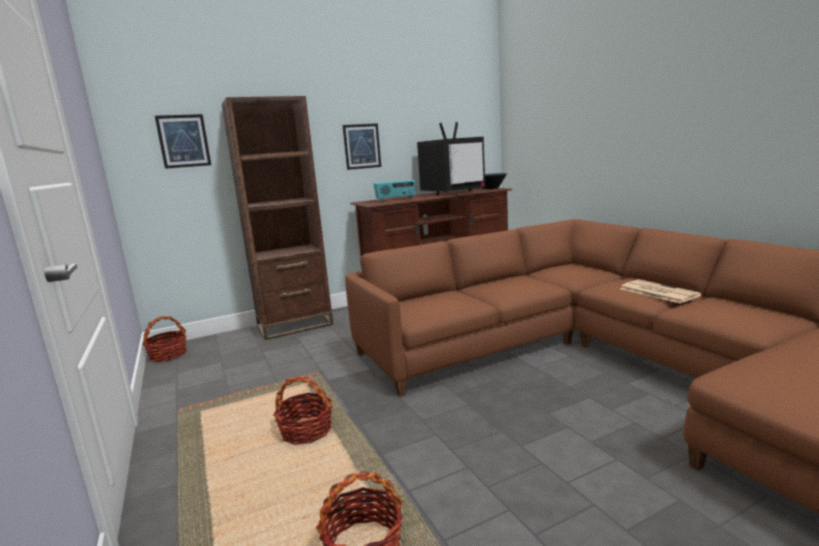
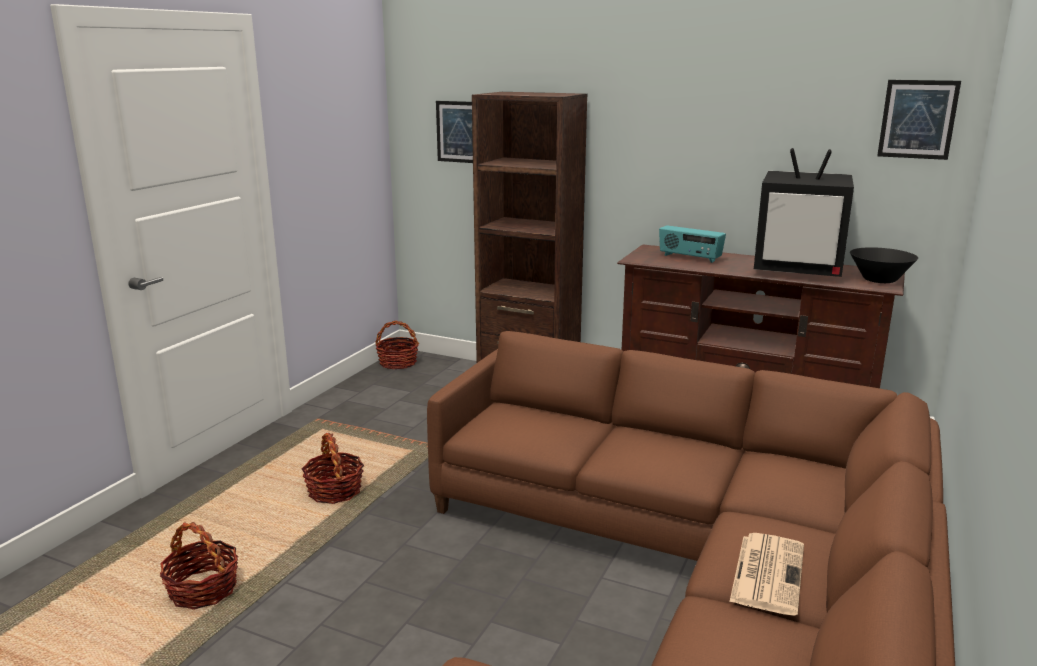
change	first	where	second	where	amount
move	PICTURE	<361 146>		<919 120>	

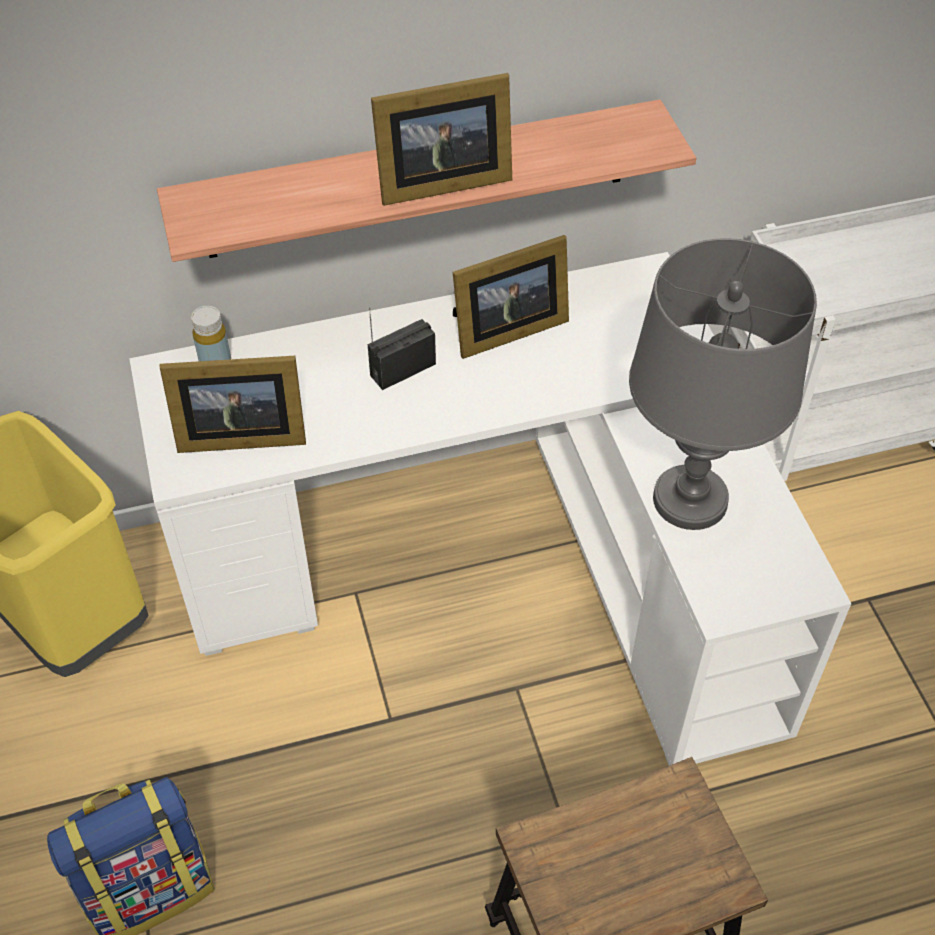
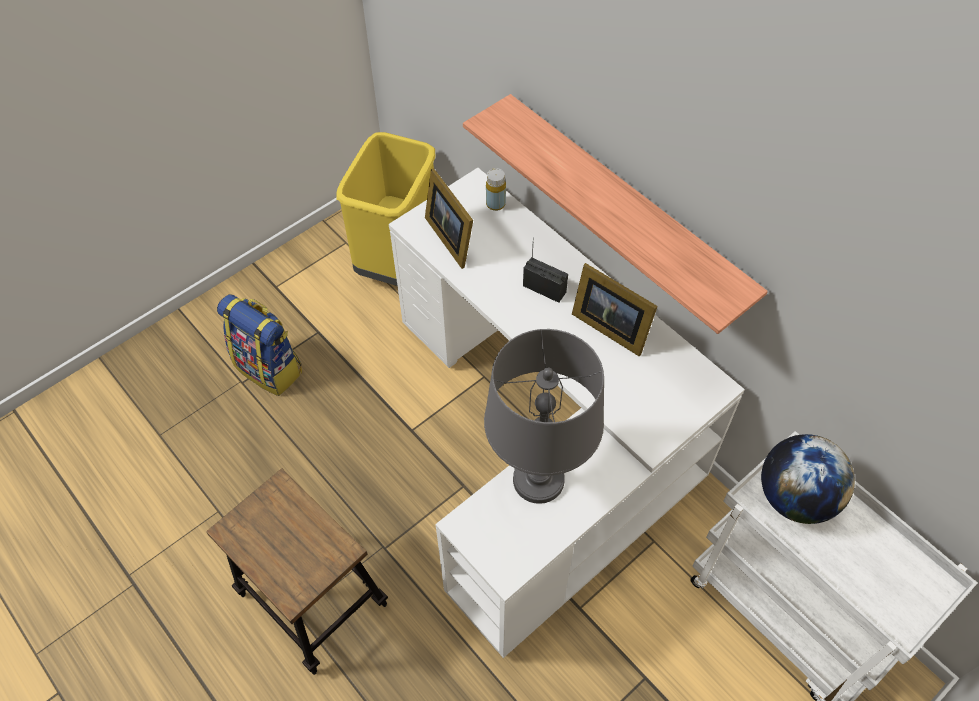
change	first	where	second	where	amount
delete	PICTURE FRAME	<441 139>			
insert			GLOBE	<808 479>	

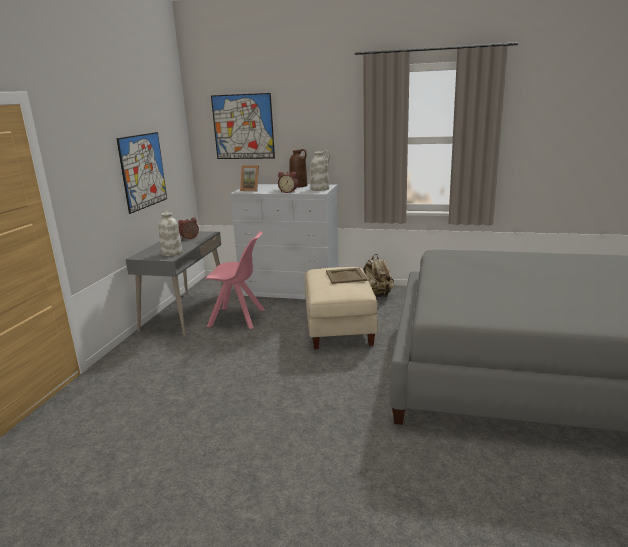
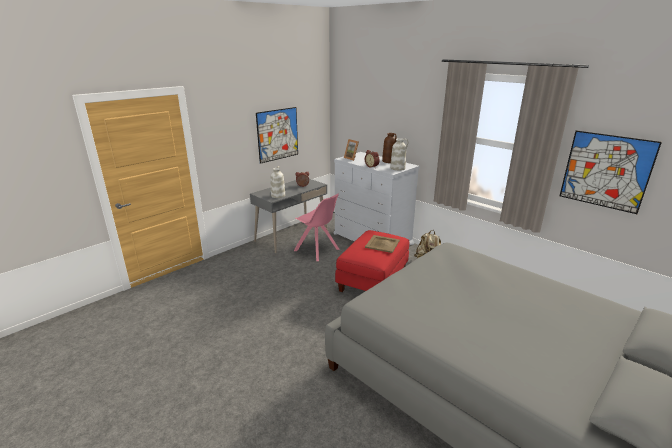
change	first	where	second	where	amount
move	PICTURE	<243 126>		<611 172>	
recolor	BEIGE OTTOMAN	<341 308>	RED OTTOMAN	<372 261>	

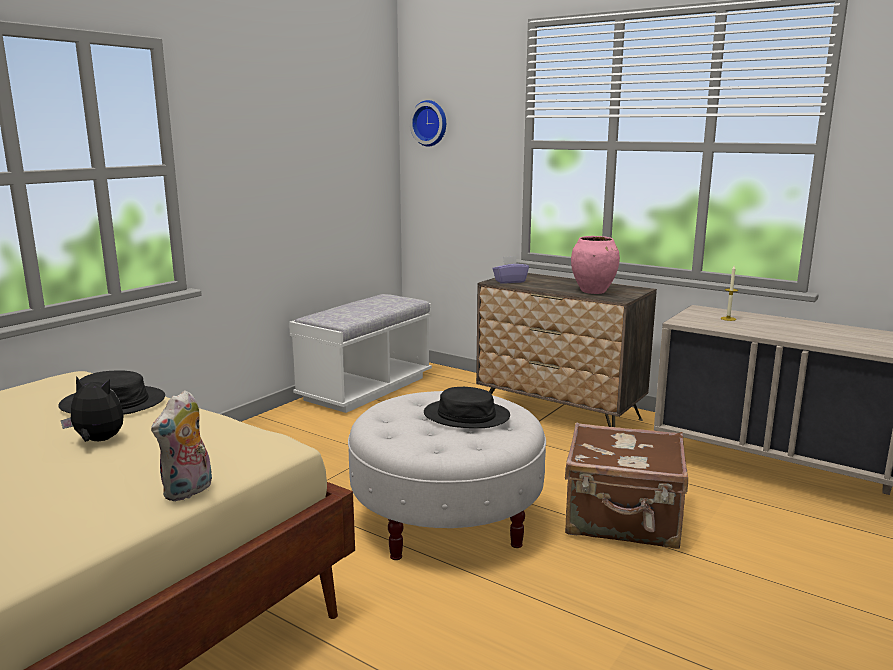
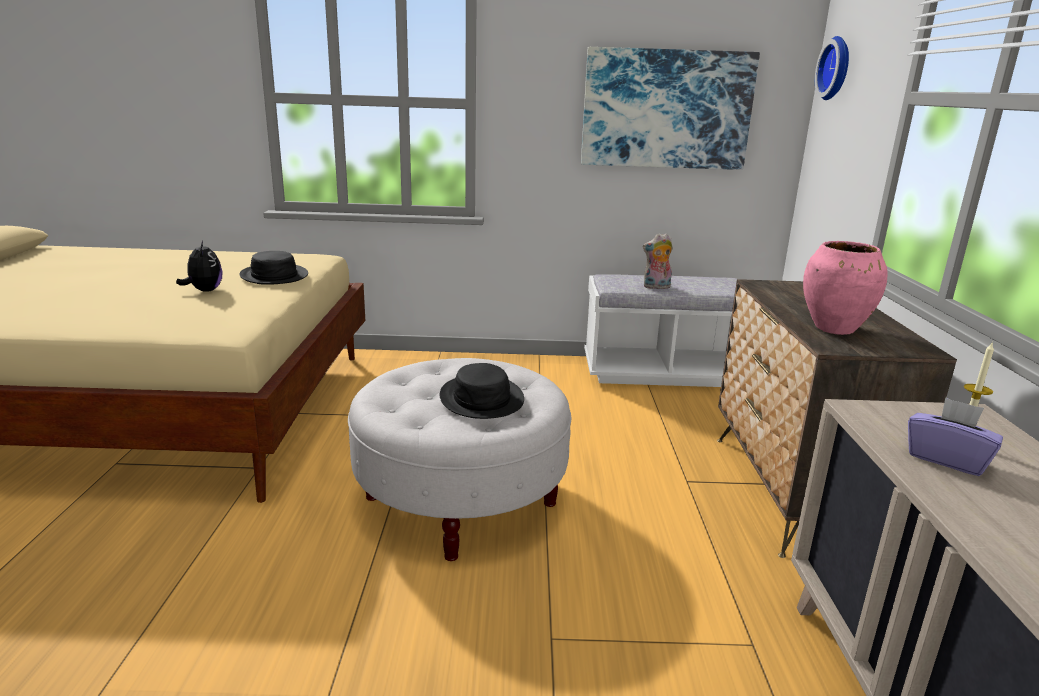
change	first	where	second	where	amount
move	PLUSH TOY	<181 445>		<658 261>	
move	PURPLE TISSUE BOX	<510 270>		<955 436>	
delete	BROWN SUITCASE	<626 486>			
insert			PICTURE	<670 108>	

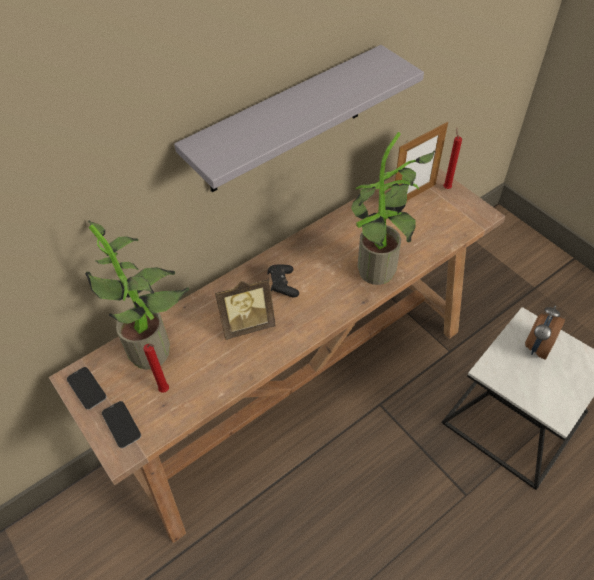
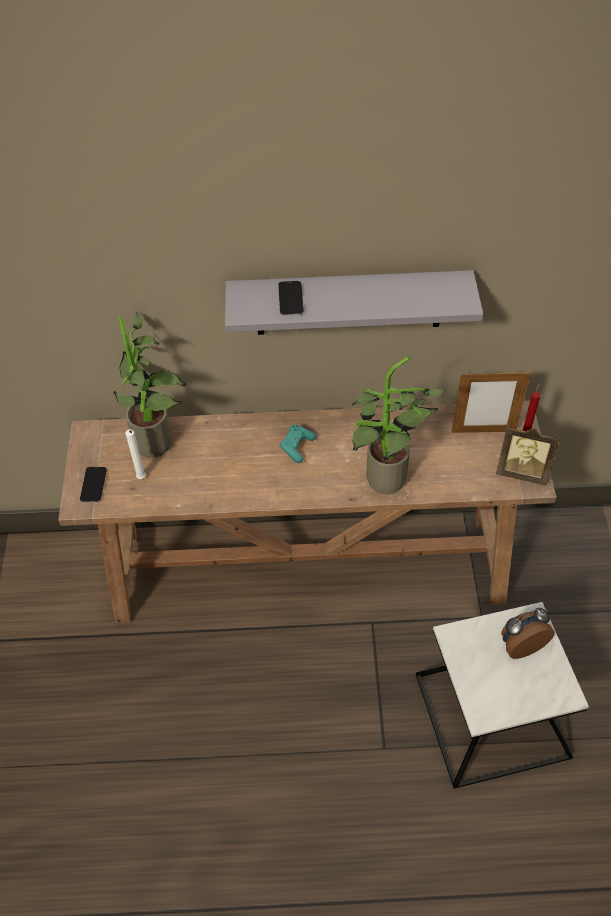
change	first	where	second	where	amount
move	PHONE	<87 388>		<291 298>	
recolor	RED CANDLE	<156 368>	WHITE CANDLE	<136 454>	
move	PICTURE FRAME	<245 309>		<528 456>	
recolor	BLACK GAME CONTROLLER	<283 281>	TURQUOISE GAME CONTROLLER	<298 444>	

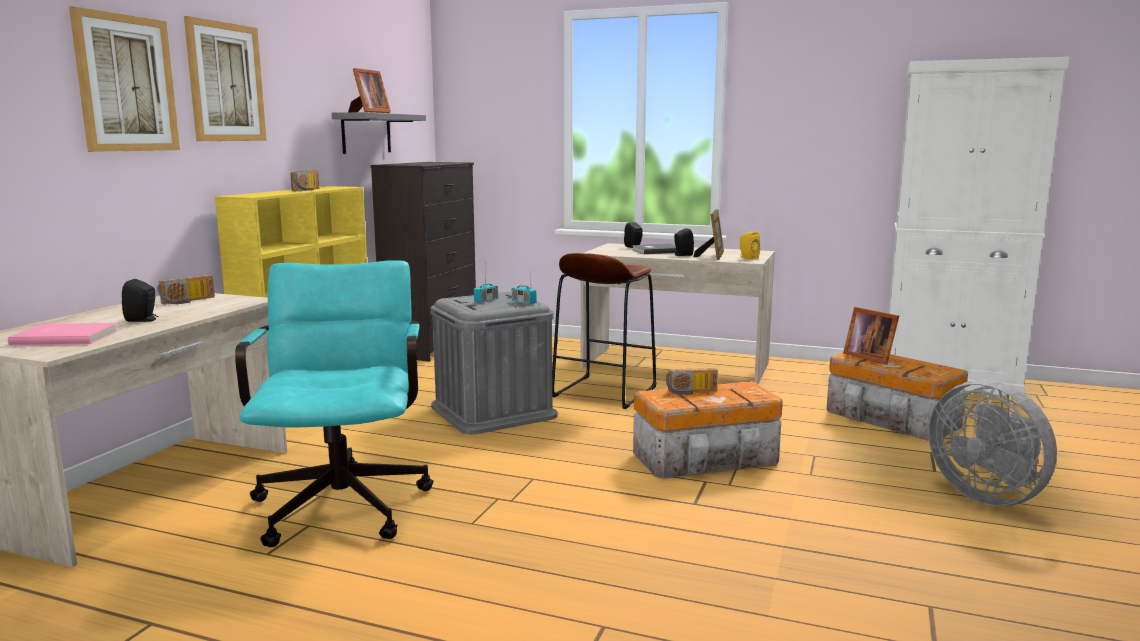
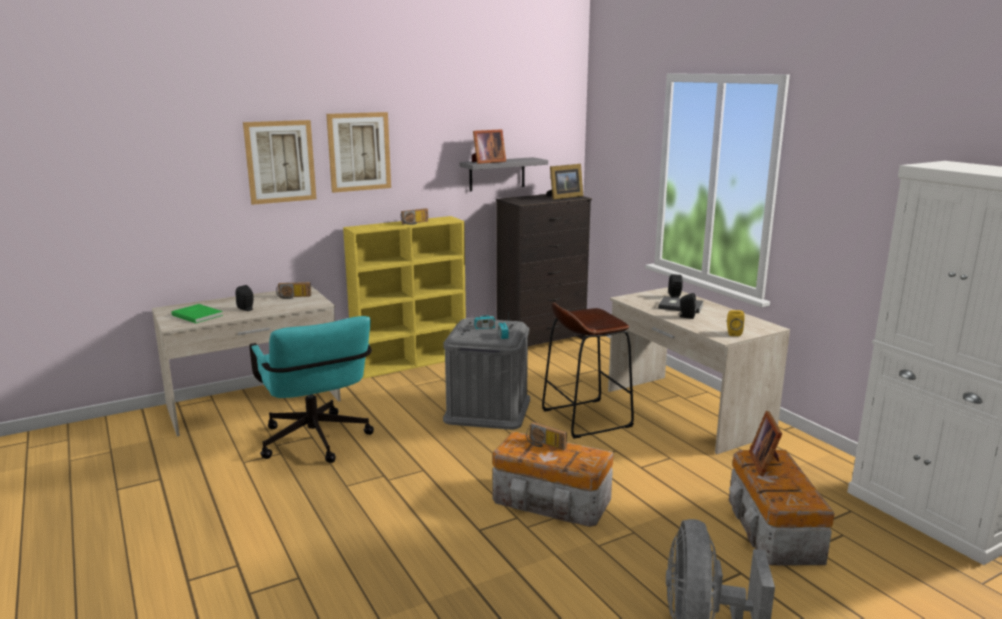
change	first	where	second	where	amount
recolor	PINK BOOK	<63 334>	GREEN BOOK	<197 313>	
rotate	TURQUOISE OFFICE CHAIR	<334 403>		<311 389>	120 degrees clockwise
move	PICTURE FRAME	<708 234>		<564 182>	

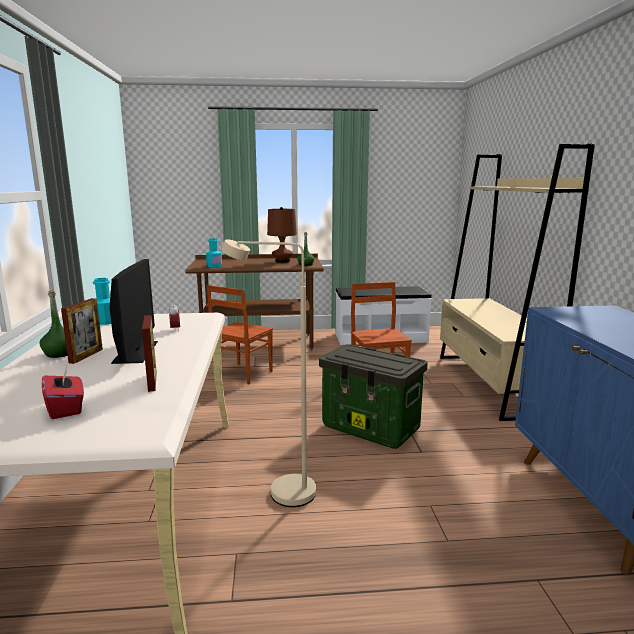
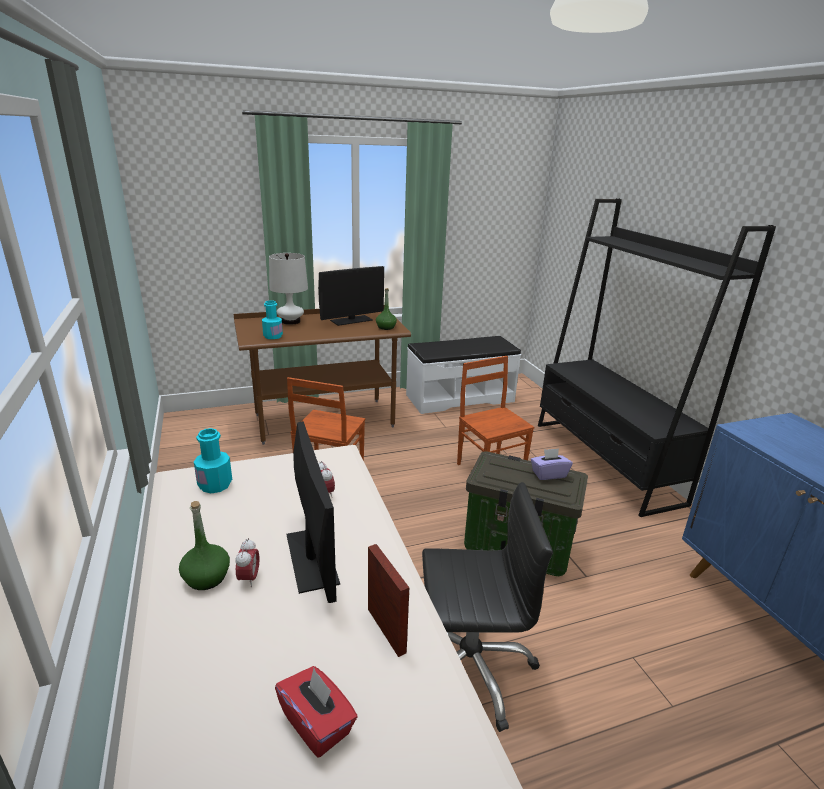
change	first	where	second	where	amount
replace	PICTURE FRAME	<82 331>	ALARM CLOCK	<248 562>	
replace	BEIGE FLOOR LAMP	<269 373>	BLACK OFFICE CHAIR	<487 607>	
replace	BROWN TABLE LAMP	<282 235>	MONITOR	<351 296>	
recolor	BEIGE BOOKCASE	<517 282>	BLACK BOOKCASE	<657 357>	
insert			WHITE TABLE LAMP	<288 289>	
insert			PURPLE TISSUE BOX	<551 464>	

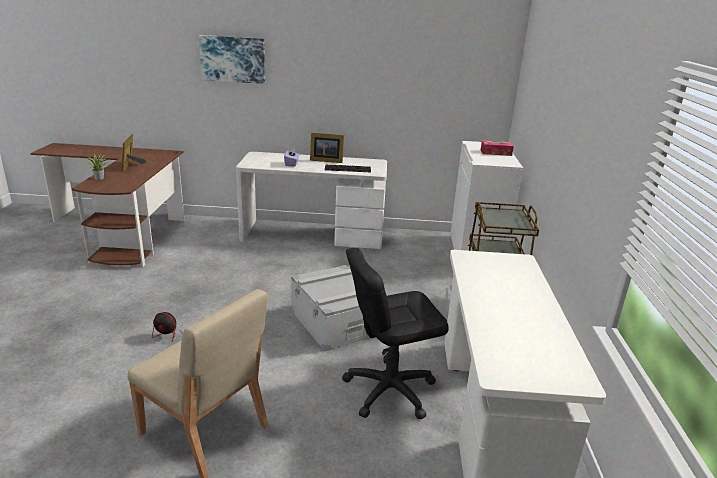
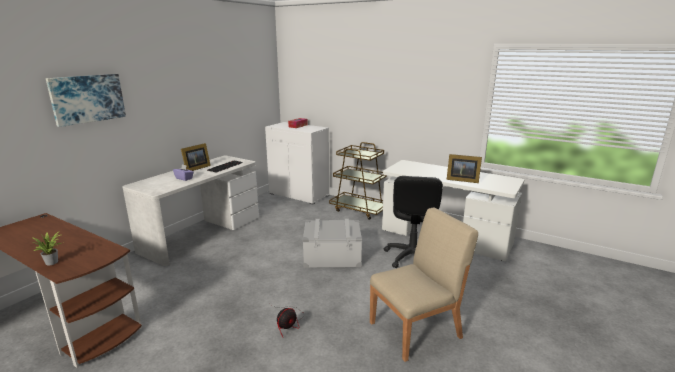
change	first	where	second	where	amount
move	PICTURE FRAME	<133 153>		<464 168>	

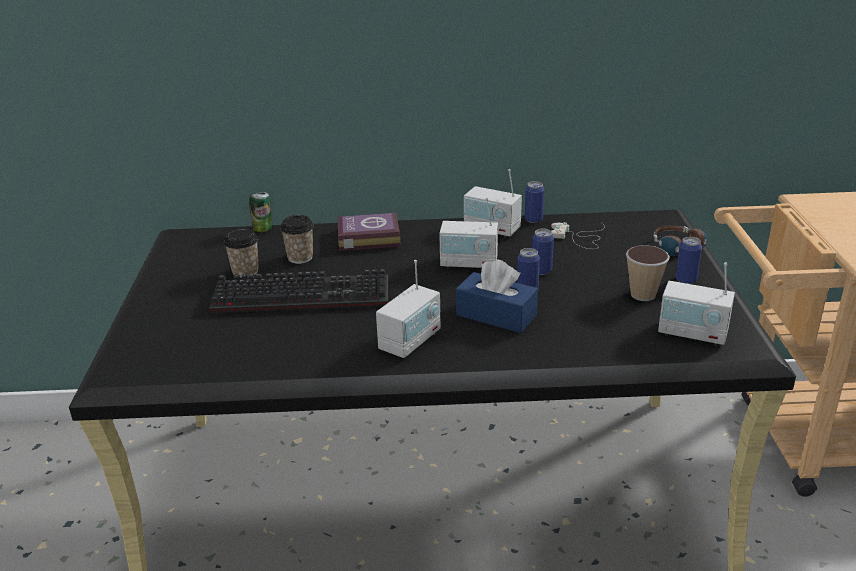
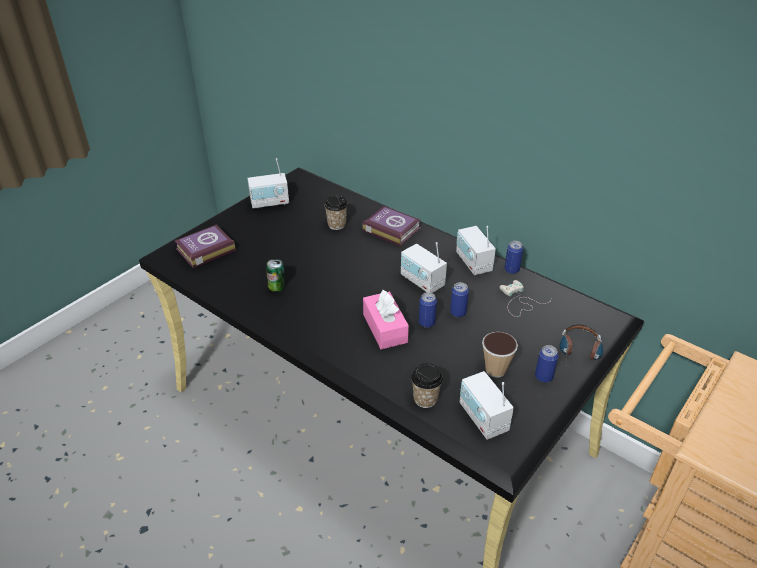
change	first	where	second	where	amount
delete	KEYBOARD	<298 291>			
move	CUP	<241 252>		<427 385>	
move	CAN	<260 212>		<275 275>	
move	RADIO	<408 309>		<268 183>	
recolor	BLUE TISSUE BOX	<497 296>	PINK TISSUE BOX	<386 319>	
insert			BOOK	<205 246>	

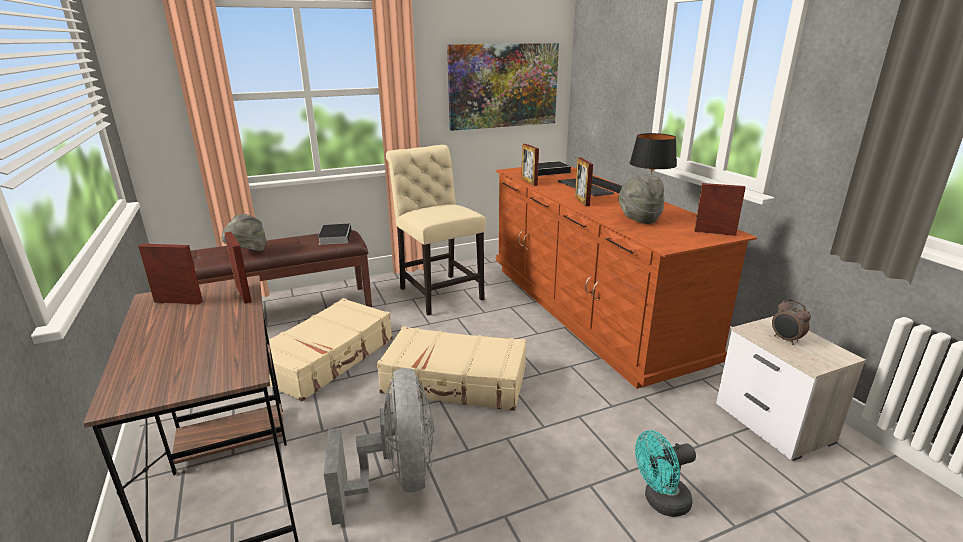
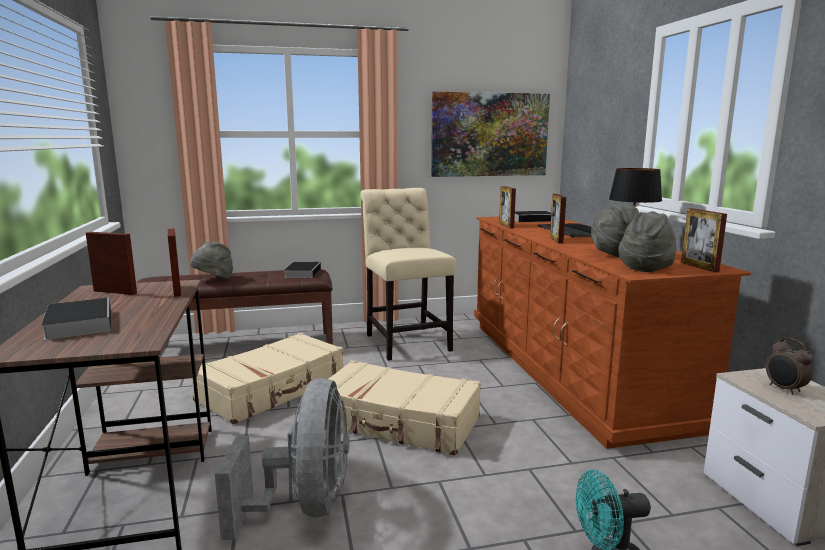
change	first	where	second	where	amount
rotate	PICTURE FRAME	<720 209>		<704 240>	135 degrees counterclockwise
insert			BOOK	<76 319>	
insert			GREY HAT	<647 241>	

